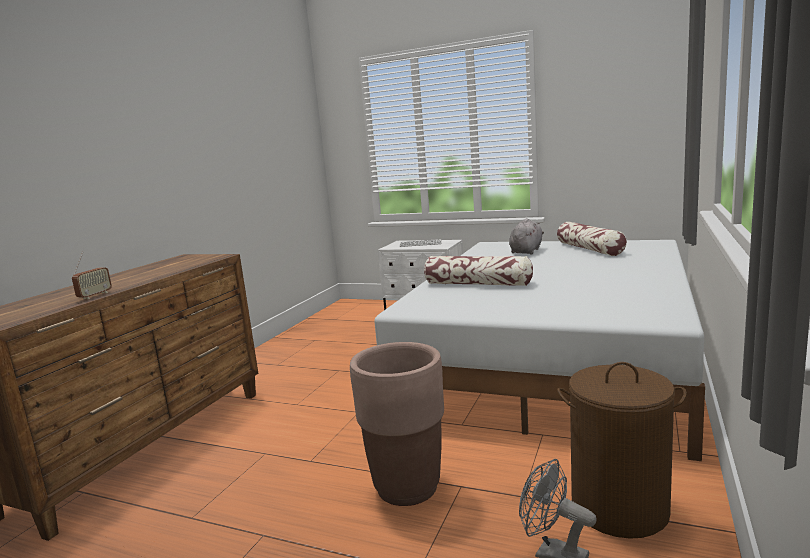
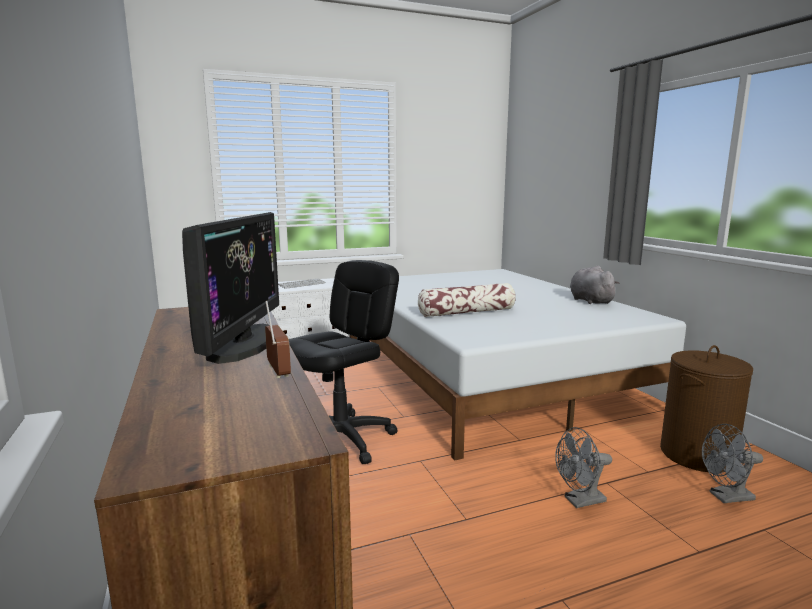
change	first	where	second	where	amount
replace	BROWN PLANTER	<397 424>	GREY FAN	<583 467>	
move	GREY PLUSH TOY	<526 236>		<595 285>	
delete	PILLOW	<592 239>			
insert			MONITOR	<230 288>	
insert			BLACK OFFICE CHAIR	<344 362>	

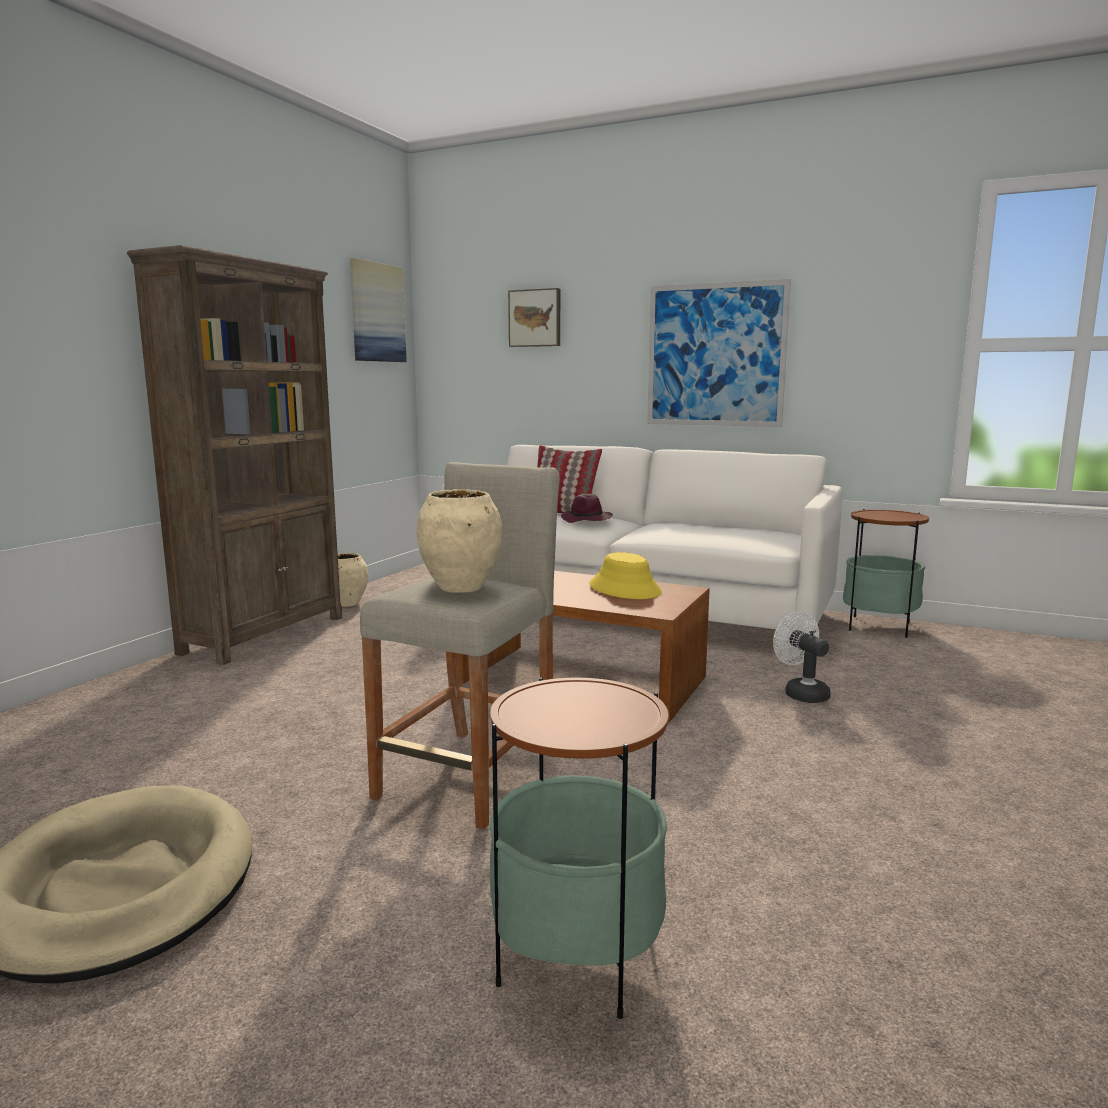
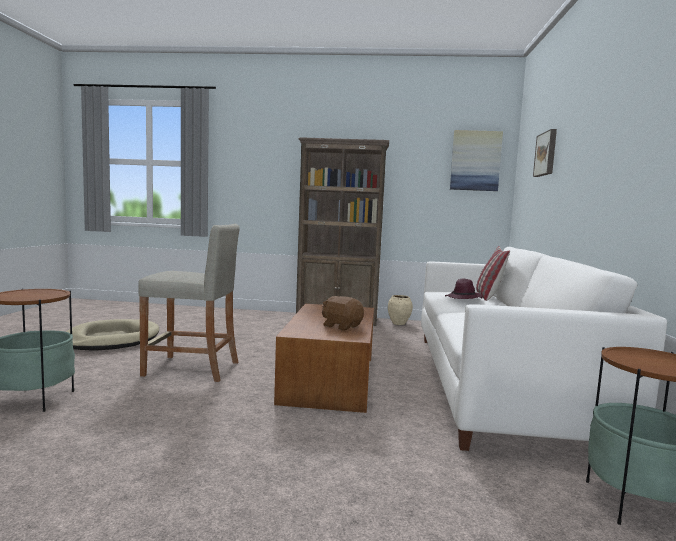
change	first	where	second	where	amount
delete	BEIGE VASE	<459 541>			
replace	YELLOW HAT	<625 575>	BROWN PLUSH TOY	<343 313>	
delete	PICTURE	<719 353>			
delete	WHITE FAN	<802 657>			

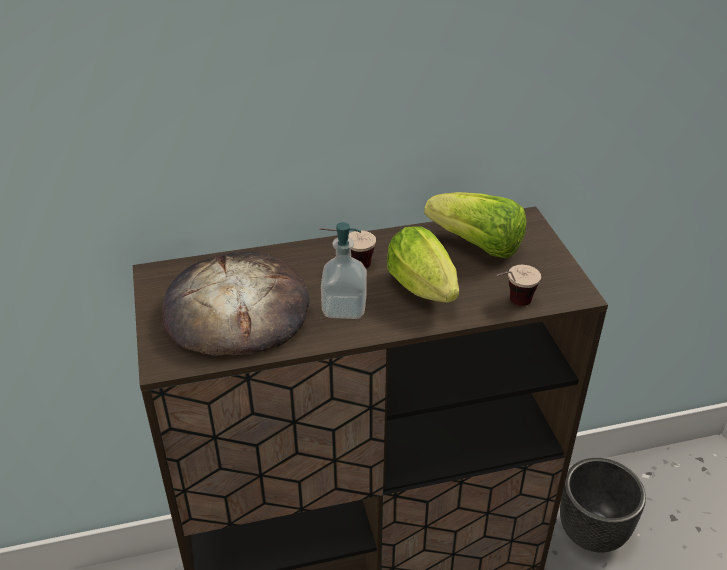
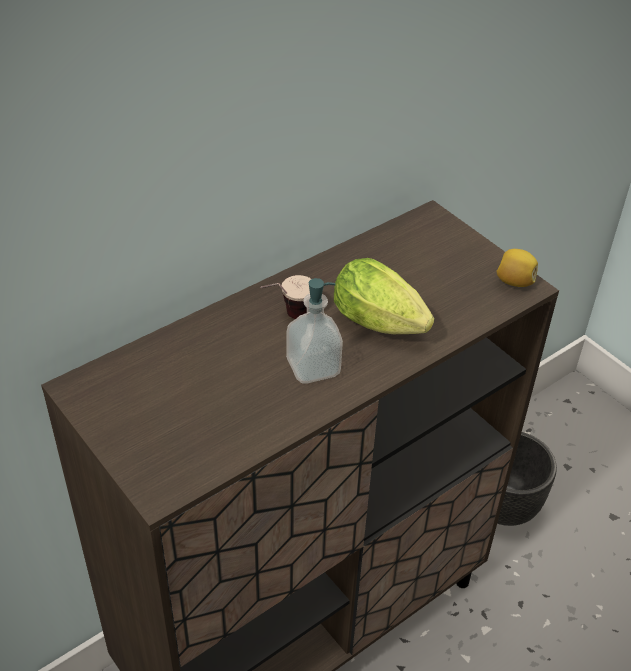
change	first	where	second	where	amount
delete	BREAD	<236 303>			
delete	LETTUCE	<475 225>			
delete	CUP	<519 285>			
insert			LEMON	<517 268>	

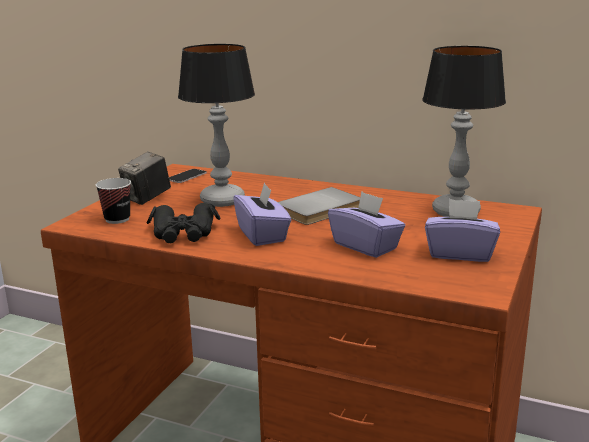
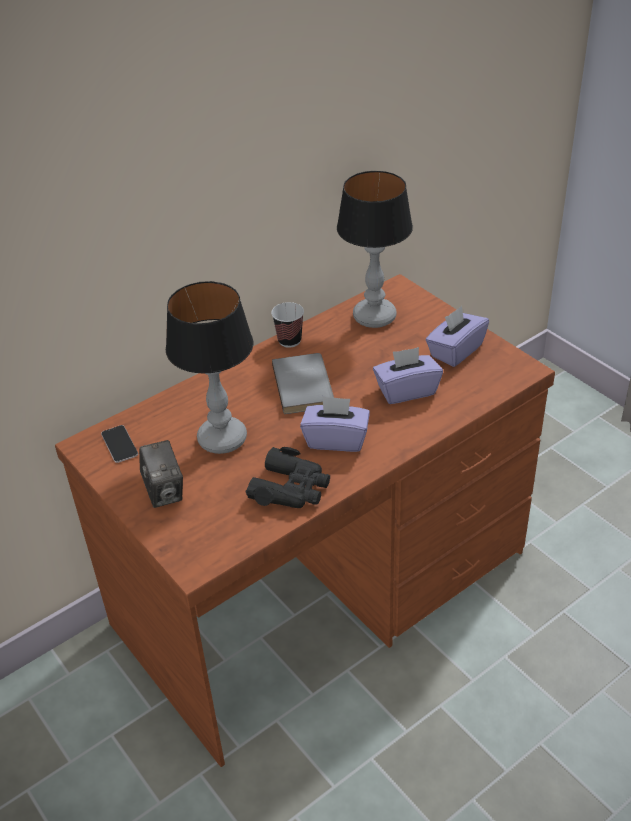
change	first	where	second	where	amount
move	CUP	<113 201>		<287 325>	

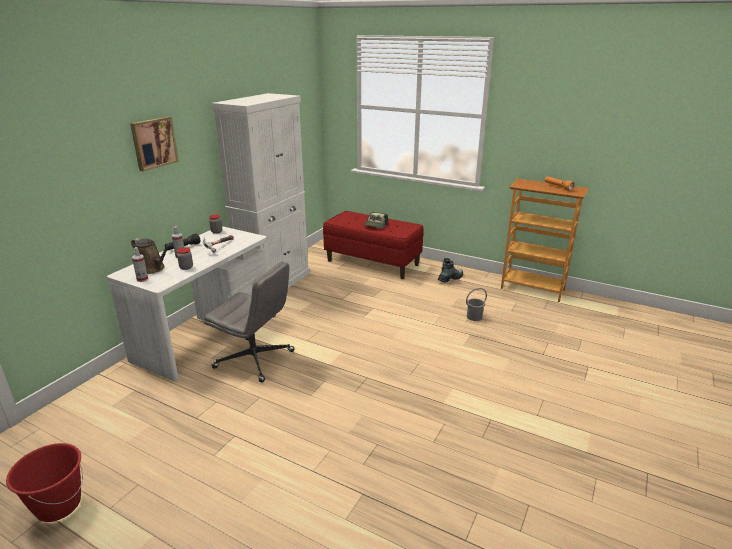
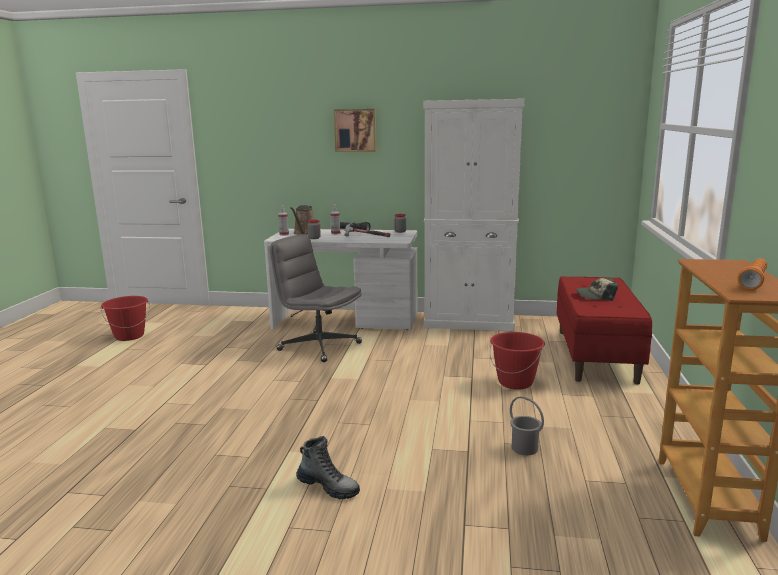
change	first	where	second	where	amount
rotate	GREY OFFICE CHAIR	<249 321>		<316 298>	120 degrees clockwise
move	BOOT	<450 270>		<328 467>	
insert			RED BUCKET	<517 361>	

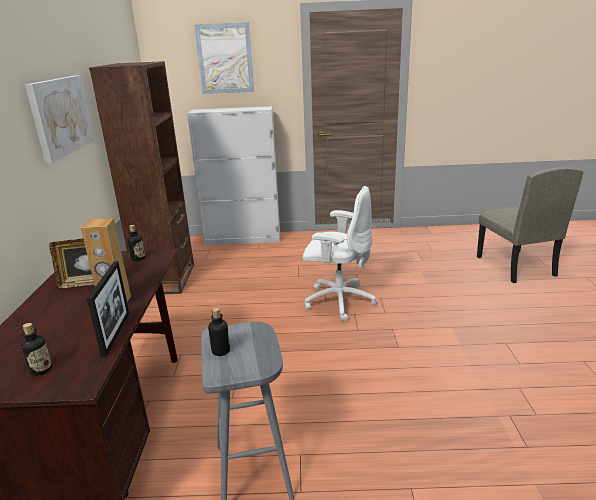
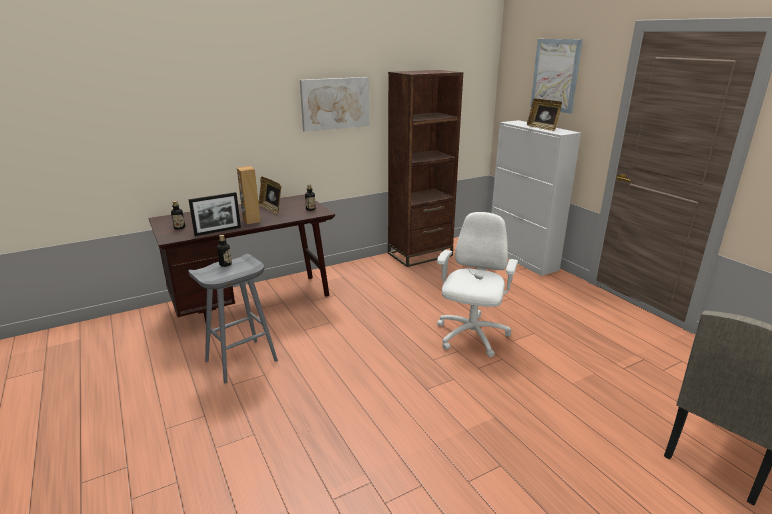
change	first	where	second	where	amount
rotate	WHITE OFFICE CHAIR	<340 253>		<477 284>	150 degrees counterclockwise
insert			PICTURE FRAME	<544 114>	

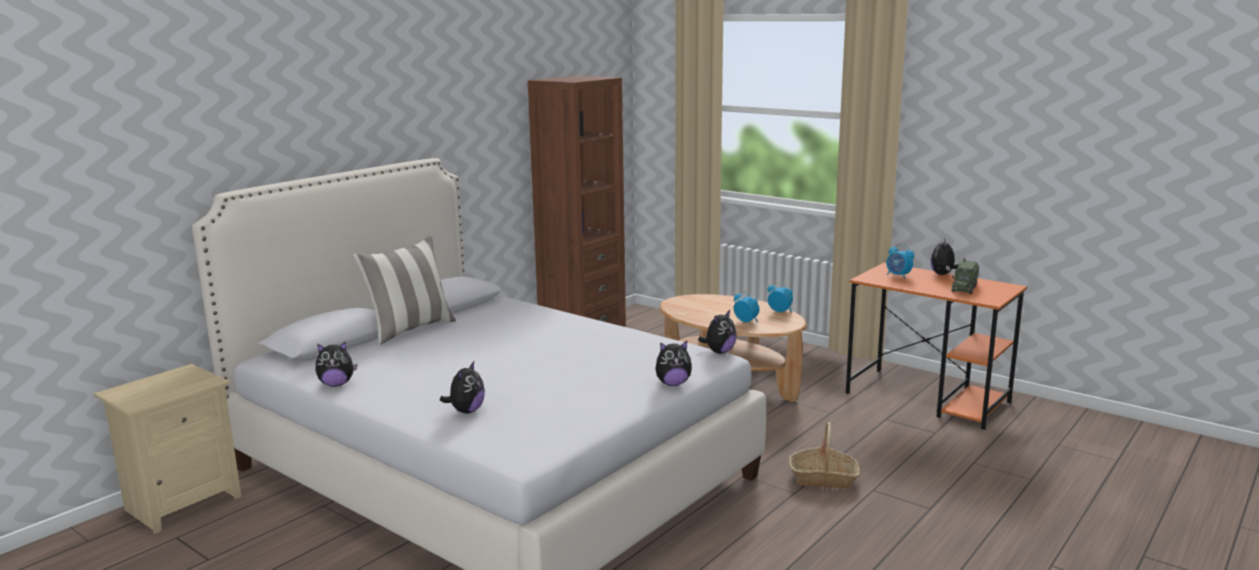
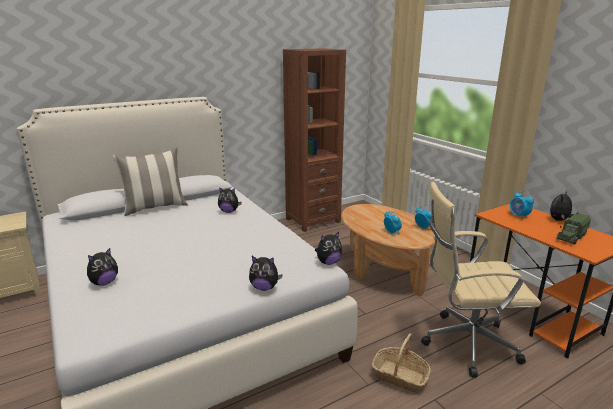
change	first	where	second	where	amount
move	PLUSH TOY	<336 364>		<230 200>	
insert			BEIGE OFFICE CHAIR	<481 279>	

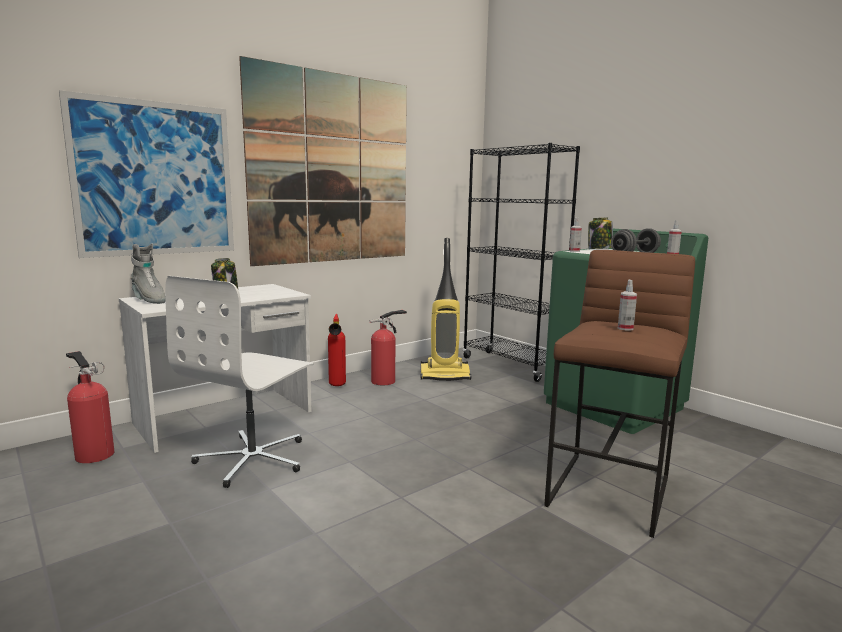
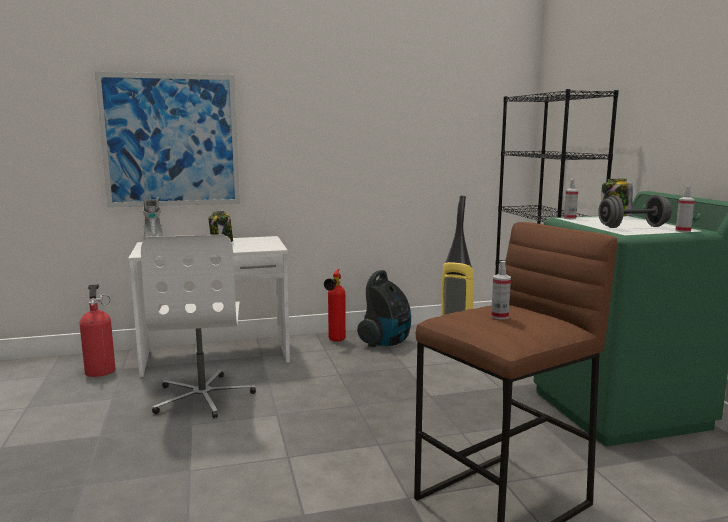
change	first	where	second	where	amount
rotate	WHITE OFFICE CHAIR	<239 382>		<198 326>	60 degrees counterclockwise
delete	PICTURE	<323 161>			
replace	FIRE EXTINGUISHER	<388 347>	VACUUM CLEANER	<384 308>	

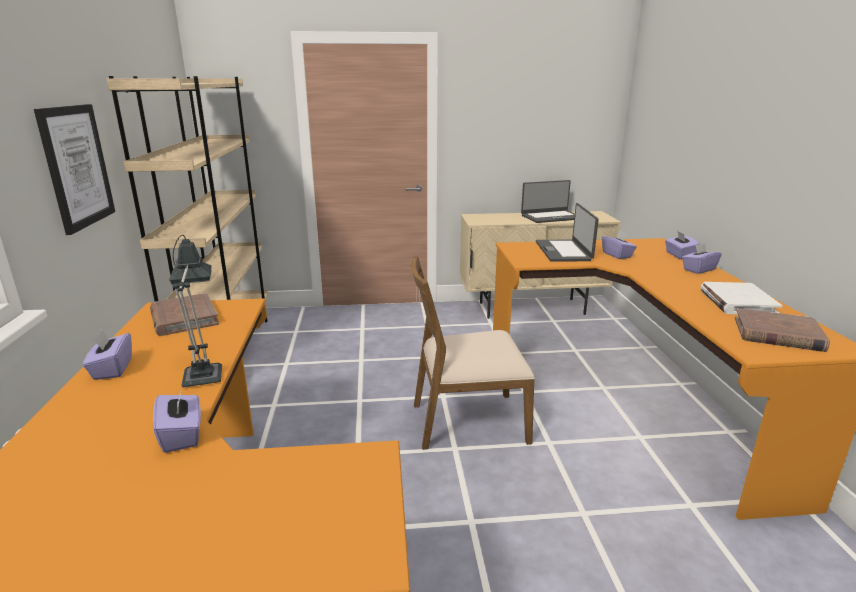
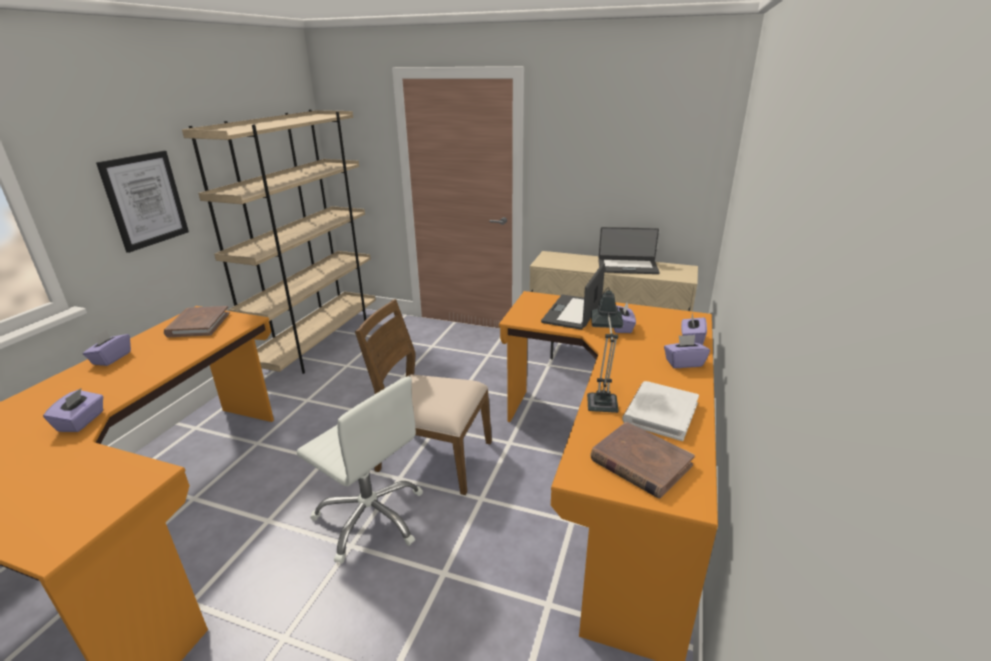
change	first	where	second	where	amount
move	TABLE LAMP	<195 311>		<605 350>	
insert			WHITE OFFICE CHAIR	<360 470>	

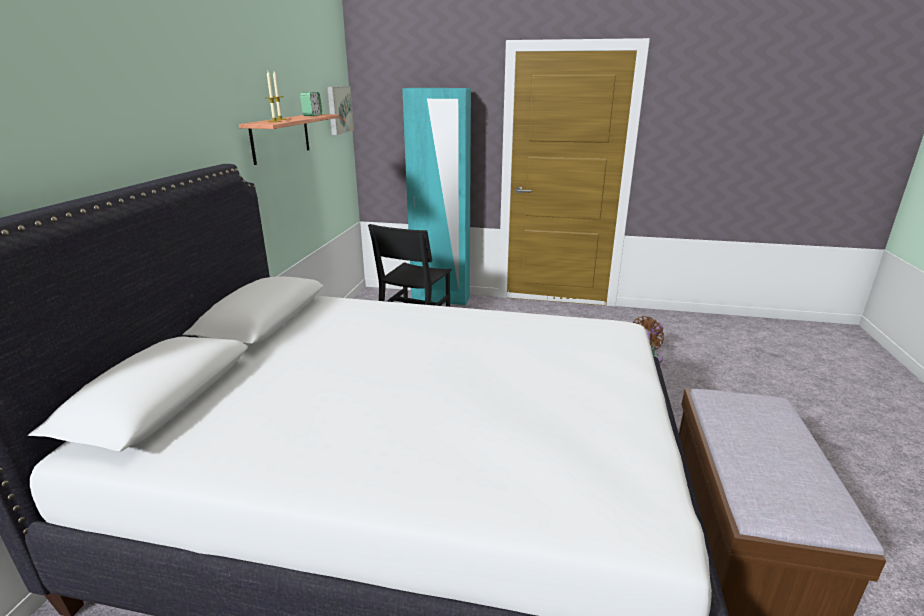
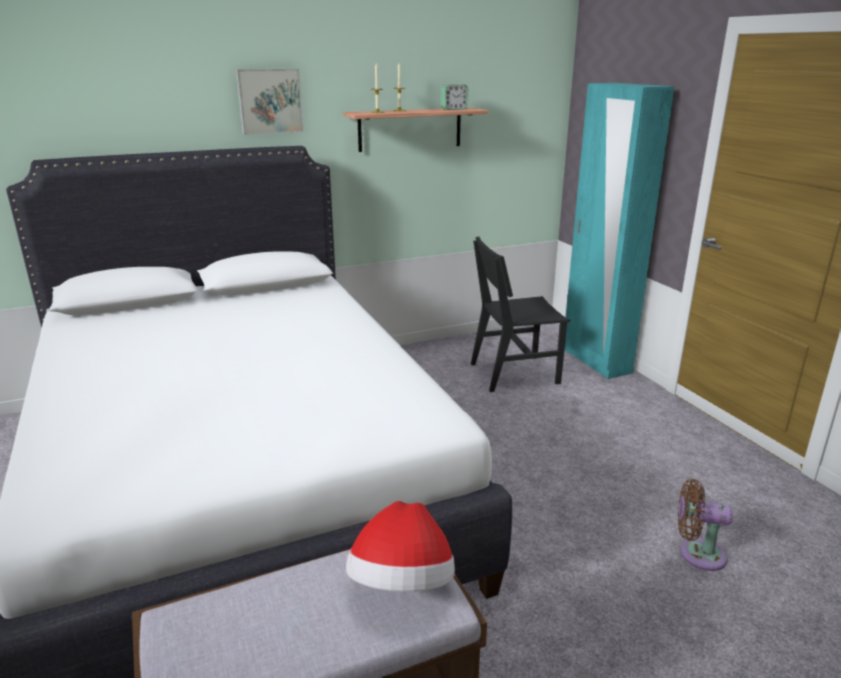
change	first	where	second	where	amount
move	PICTURE	<340 110>		<270 102>	
insert			HAT	<400 546>	

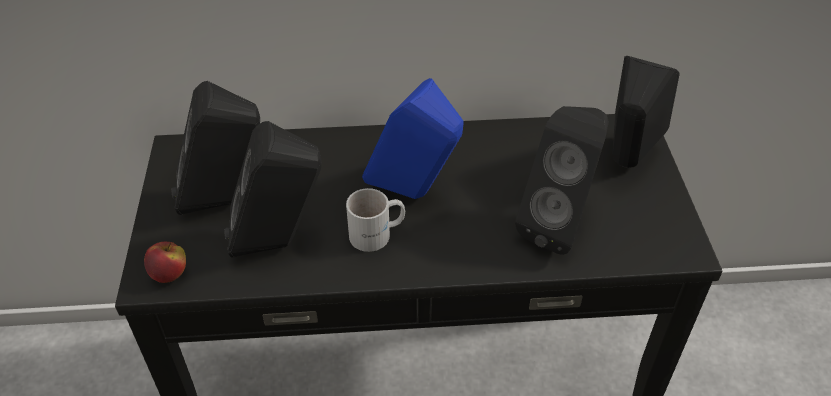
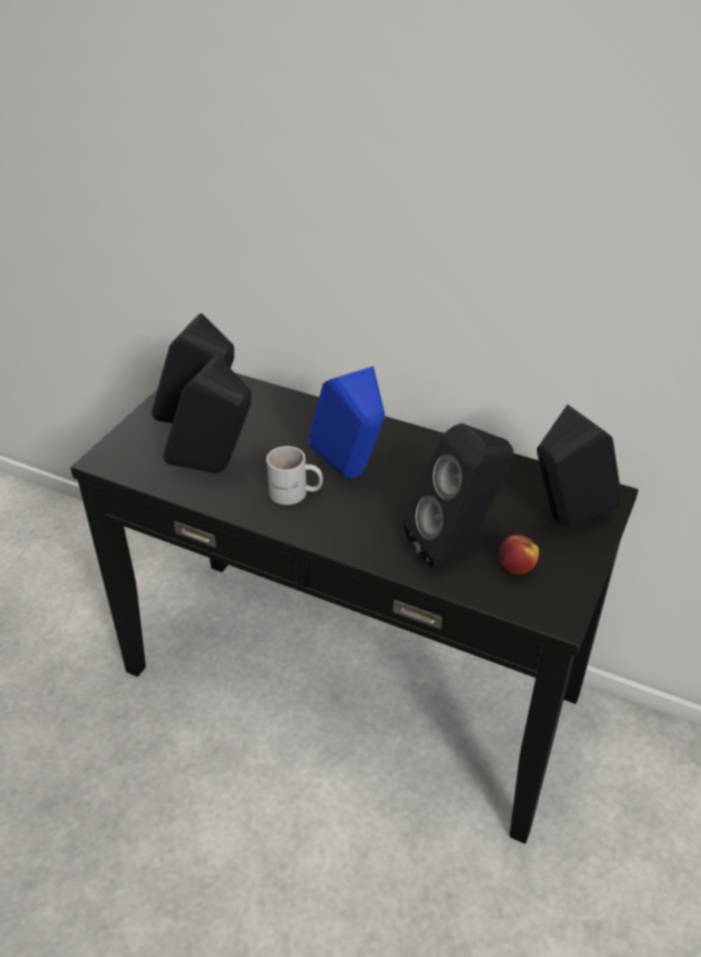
change	first	where	second	where	amount
move	APPLE	<165 262>		<519 555>	

